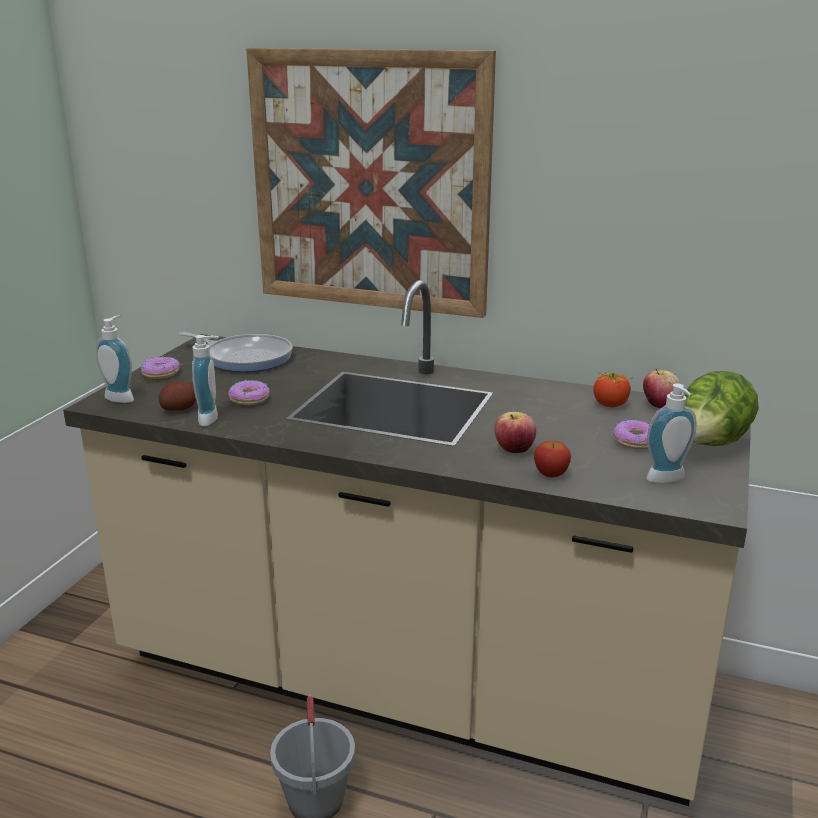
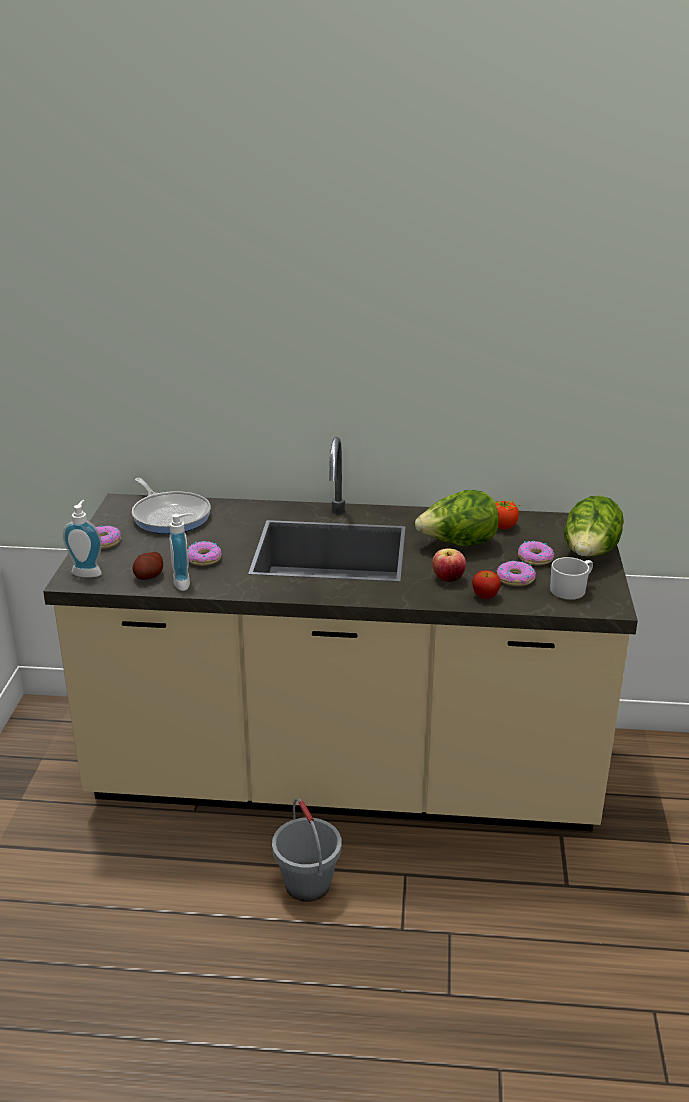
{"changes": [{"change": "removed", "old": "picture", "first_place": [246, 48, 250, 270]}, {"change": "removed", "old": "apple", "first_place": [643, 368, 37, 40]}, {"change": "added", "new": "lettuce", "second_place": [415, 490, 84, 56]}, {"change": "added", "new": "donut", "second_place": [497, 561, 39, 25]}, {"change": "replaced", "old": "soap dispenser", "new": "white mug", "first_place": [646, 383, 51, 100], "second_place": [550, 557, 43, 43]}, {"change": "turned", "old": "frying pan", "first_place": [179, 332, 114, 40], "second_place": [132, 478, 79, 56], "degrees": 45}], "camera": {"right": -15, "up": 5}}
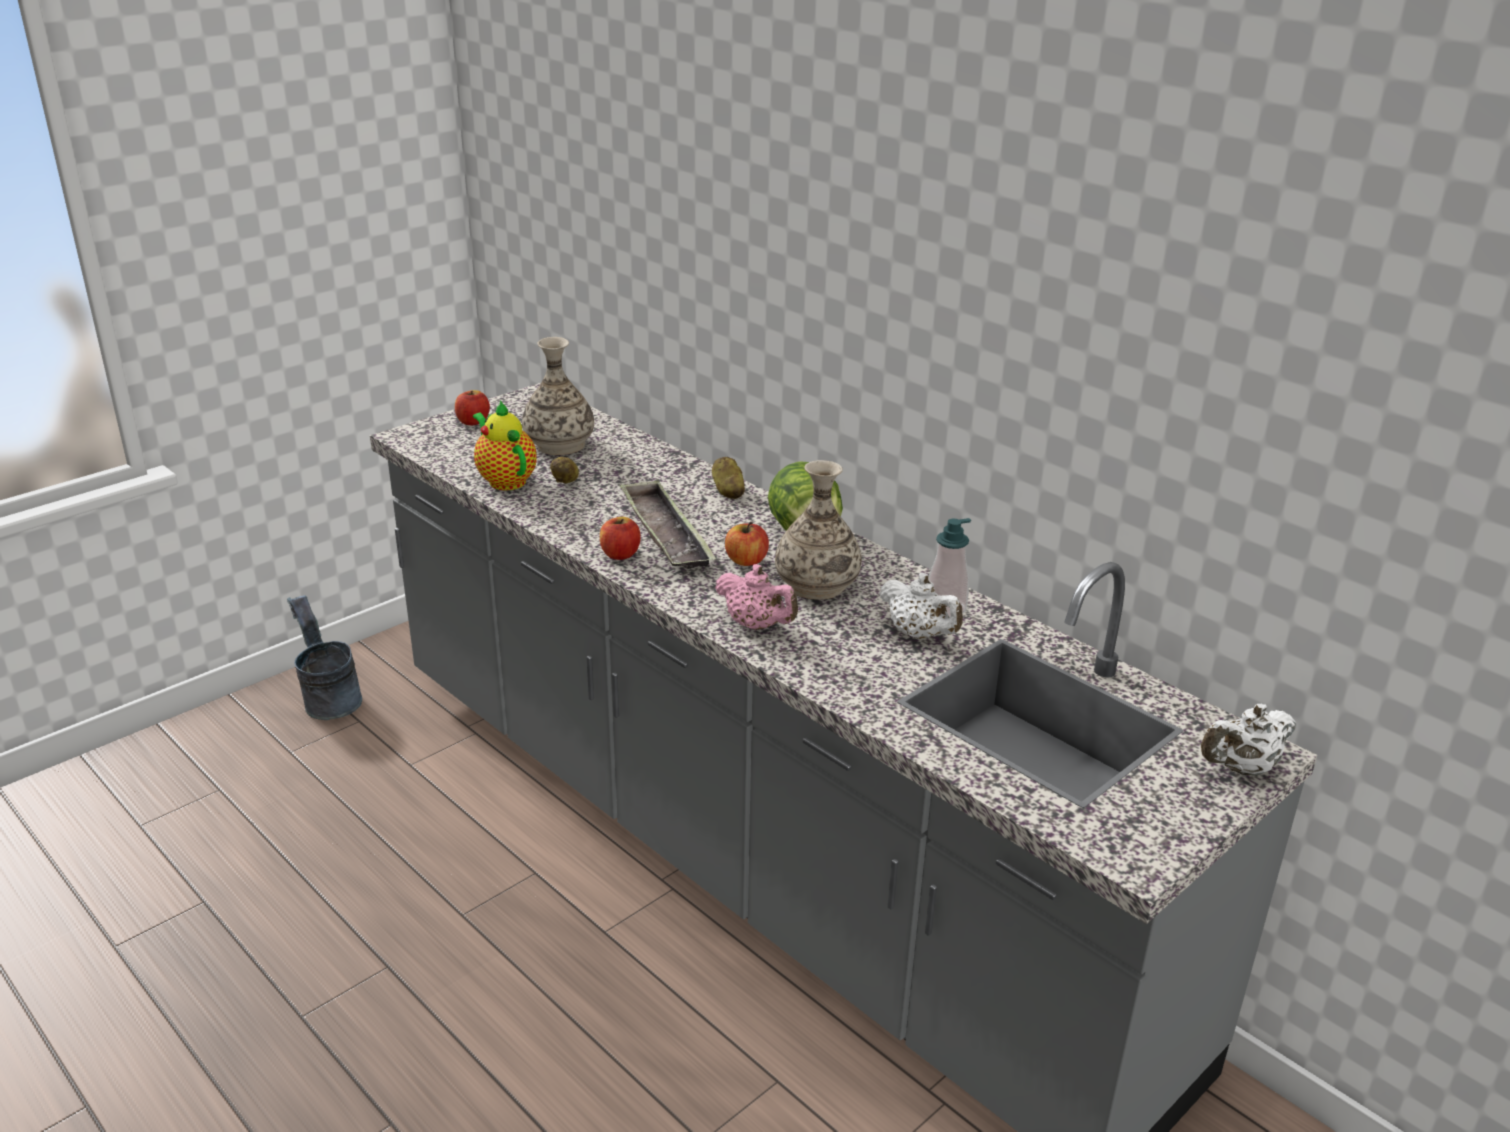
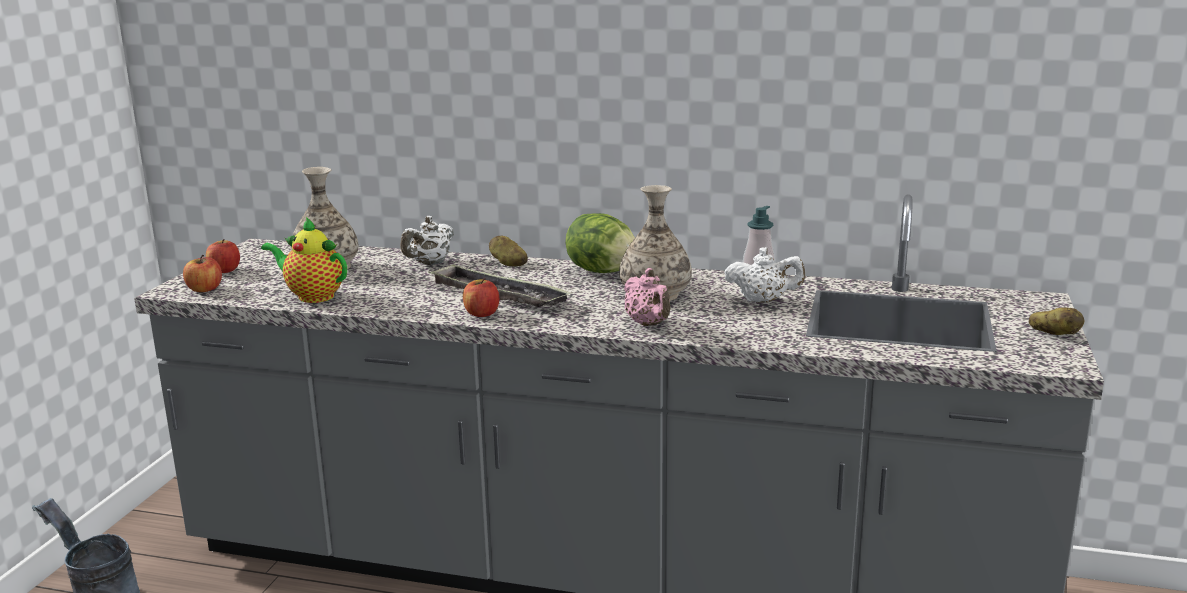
{"changes": [{"change": "moved", "old": "potato", "first_place": [550, 457, 29, 26], "second_place": [1029, 307, 55, 28]}, {"change": "moved", "old": "apple", "first_place": [725, 522, 44, 44], "second_place": [183, 255, 39, 37]}, {"change": "moved", "old": "white teapot", "first_place": [1201, 704, 95, 72], "second_place": [400, 216, 54, 49]}, {"change": "turned", "old": "pink teapot", "first_place": [715, 564, 83, 66], "second_place": [624, 268, 47, 58], "degrees": 60}], "camera": {"right": -30, "up": -10}}
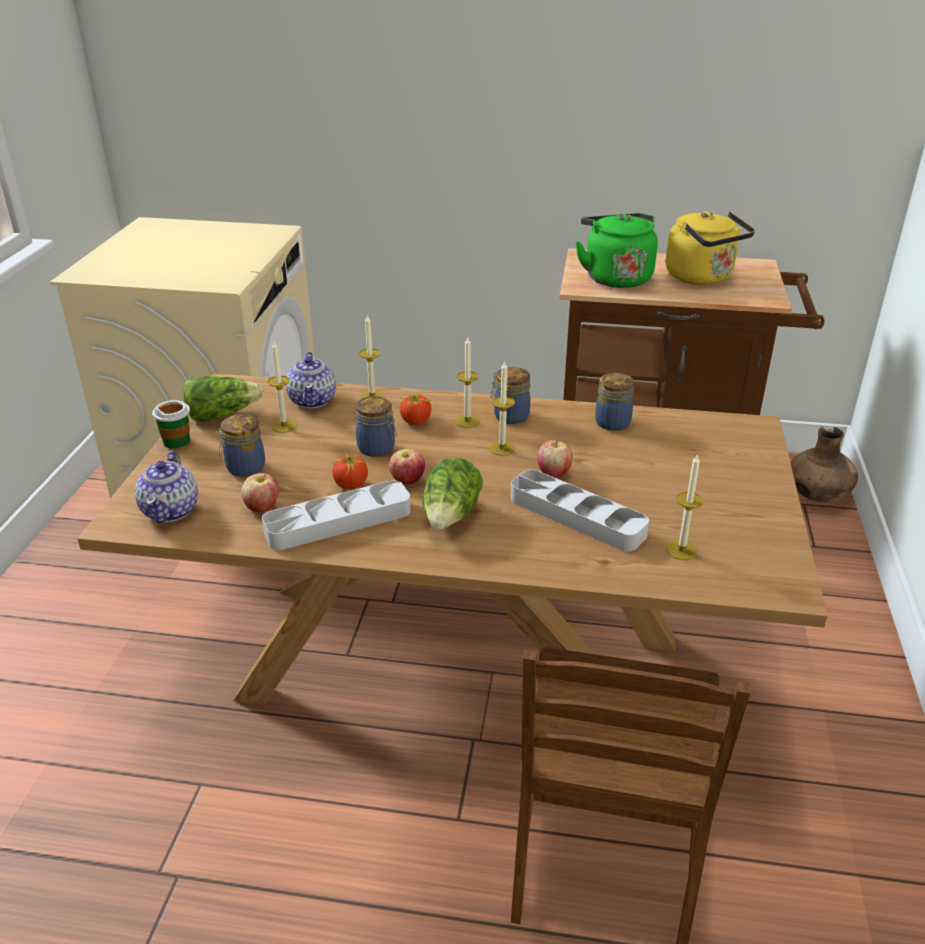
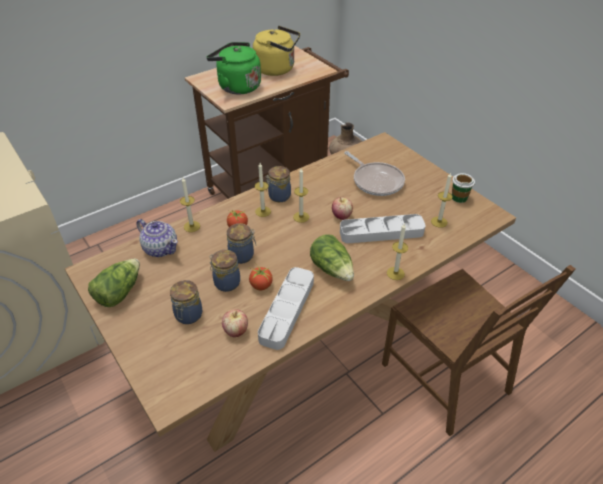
{"changes": [{"change": "removed", "old": "teapot", "first_place": [135, 451, 63, 72]}, {"change": "removed", "old": "apple", "first_place": [389, 449, 36, 35]}, {"change": "added", "new": "frying pan", "second_place": [344, 151, 61, 45]}, {"change": "moved", "old": "cup", "first_place": [152, 400, 38, 49], "second_place": [452, 173, 23, 30]}, {"change": "moved", "old": "candle", "first_place": [268, 342, 29, 91], "second_place": [387, 224, 21, 56]}, {"change": "moved", "old": "jar", "first_place": [595, 373, 39, 58], "second_place": [210, 250, 30, 42]}], "camera": {"right": -45, "up": 10}}
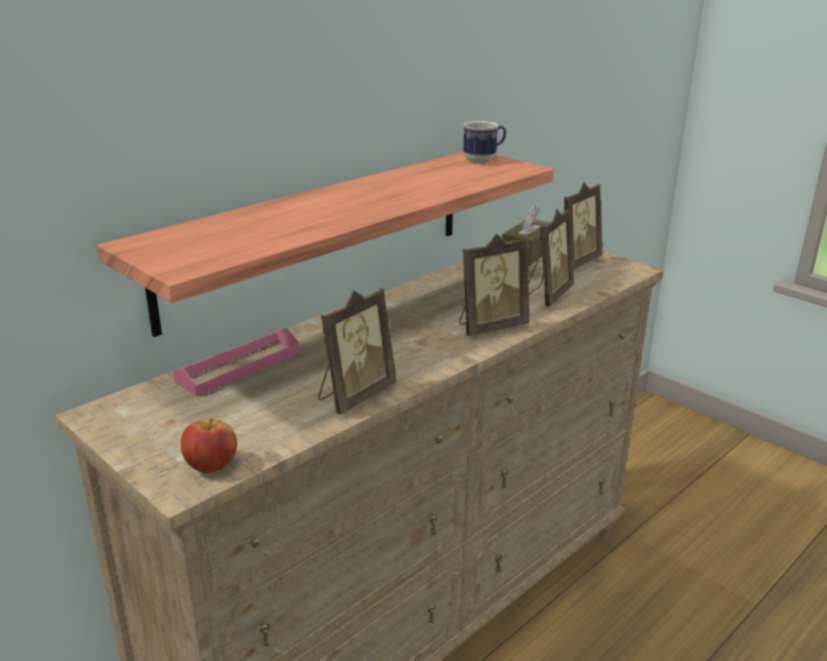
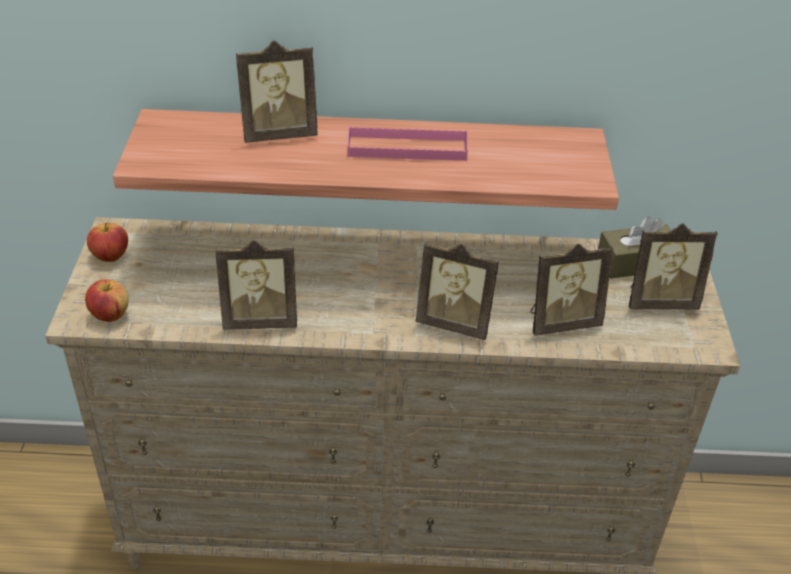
{"changes": [{"change": "removed", "old": "mug", "first_place": [463, 121, 43, 43]}, {"change": "added", "new": "apple", "second_place": [87, 222, 41, 40]}, {"change": "added", "new": "picture frame", "second_place": [236, 40, 82, 103]}, {"change": "moved", "old": "pink tray", "first_place": [173, 328, 127, 69], "second_place": [347, 126, 121, 35]}], "camera": {"right": 45, "up": 15}}
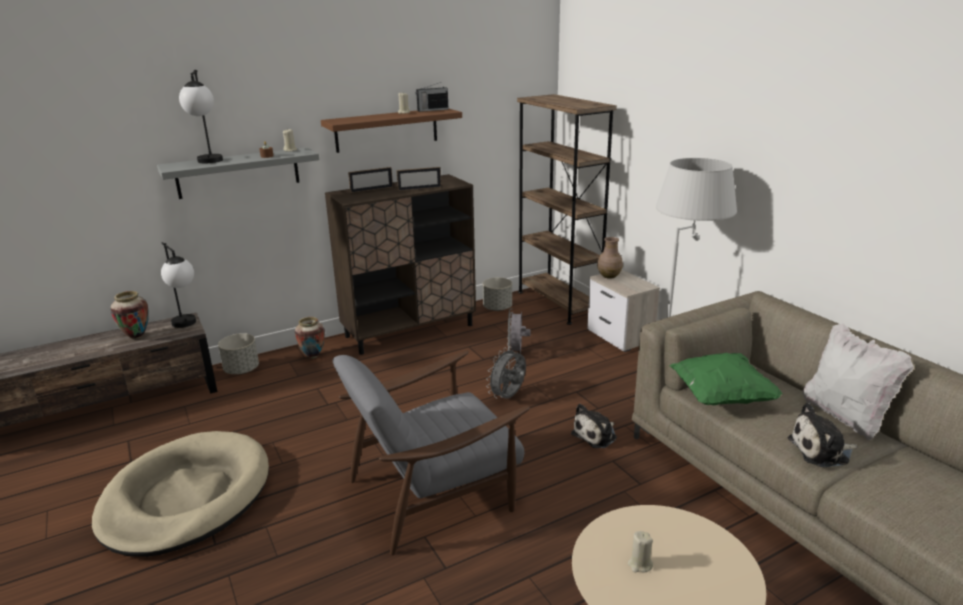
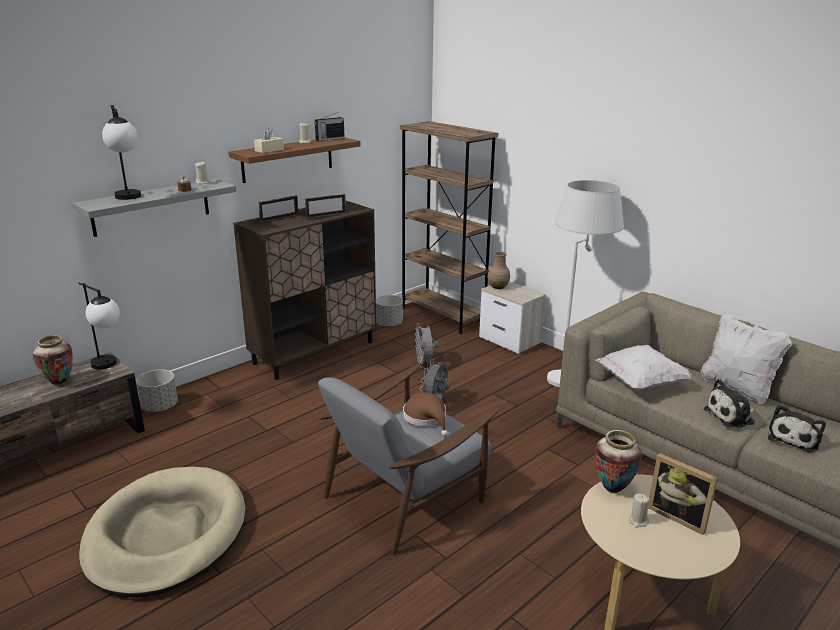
{"changes": [{"change": "added", "new": "beige tissue box", "second_place": [254, 128, 30, 25]}, {"change": "added", "new": "brown hat", "second_place": [403, 393, 45, 44]}, {"change": "added", "new": "picture frame", "second_place": [648, 453, 70, 82]}, {"change": "moved", "old": "vase", "first_place": [295, 317, 30, 42], "second_place": [595, 430, 47, 63]}, {"change": "moved", "old": "plush toy", "first_place": [571, 404, 46, 44], "second_place": [768, 405, 58, 48]}, {"change": "recoloured", "old": "green pillow", "new": "white pillow", "first_place": [670, 353, 112, 52], "second_place": [596, 345, 96, 45]}], "camera": {"right": -15, "up": 0}}
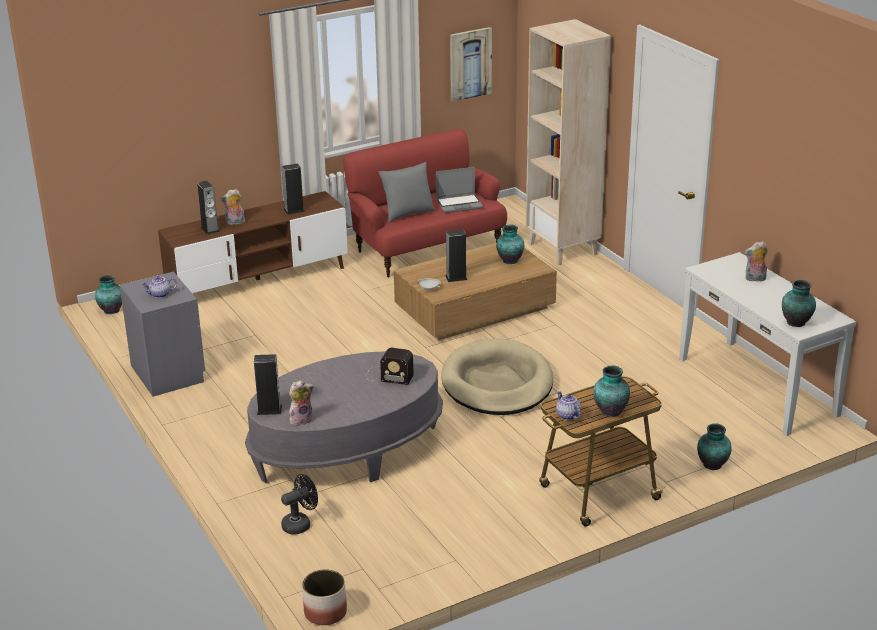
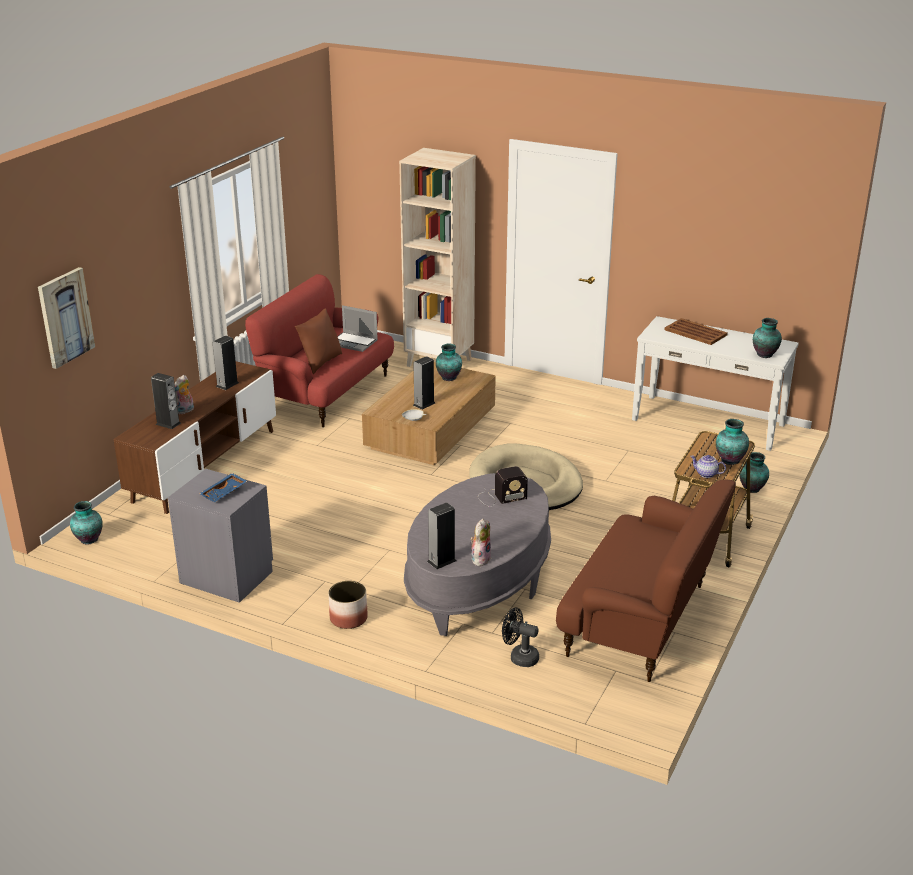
{"changes": [{"change": "added", "new": "brown sofa", "second_place": [556, 480, 180, 202]}, {"change": "moved", "old": "planter", "first_place": [302, 569, 45, 56], "second_place": [328, 581, 40, 48]}, {"change": "moved", "old": "picture", "first_place": [450, 27, 42, 75], "second_place": [38, 267, 57, 102]}, {"change": "replaced", "old": "teapot", "new": "blue tray", "first_place": [141, 276, 36, 22], "second_place": [200, 473, 47, 29]}, {"change": "replaced", "old": "plush toy", "new": "brown tray", "first_place": [745, 241, 23, 41], "second_place": [665, 318, 63, 27]}, {"change": "recoloured", "old": "grey pillow", "new": "brown pillow", "first_place": [379, 162, 56, 61], "second_place": [295, 308, 47, 66]}, {"change": "turned", "old": "black fan", "first_place": [281, 474, 37, 60], "second_place": [502, 608, 37, 59], "degrees": -90}, {"change": "turned", "old": "laptop", "first_place": [436, 167, 47, 46], "second_place": [337, 305, 41, 47], "degrees": 75}], "camera": {"right": -35, "up": 0}}
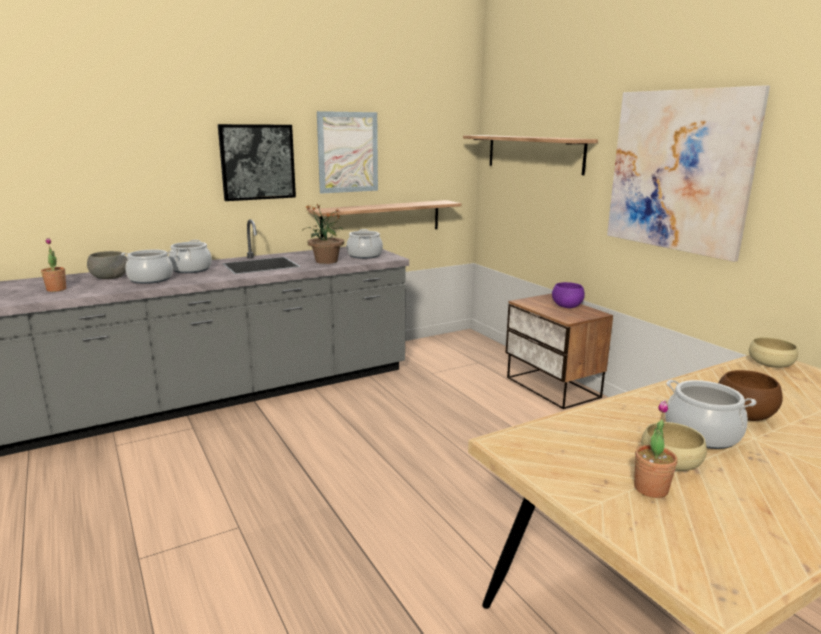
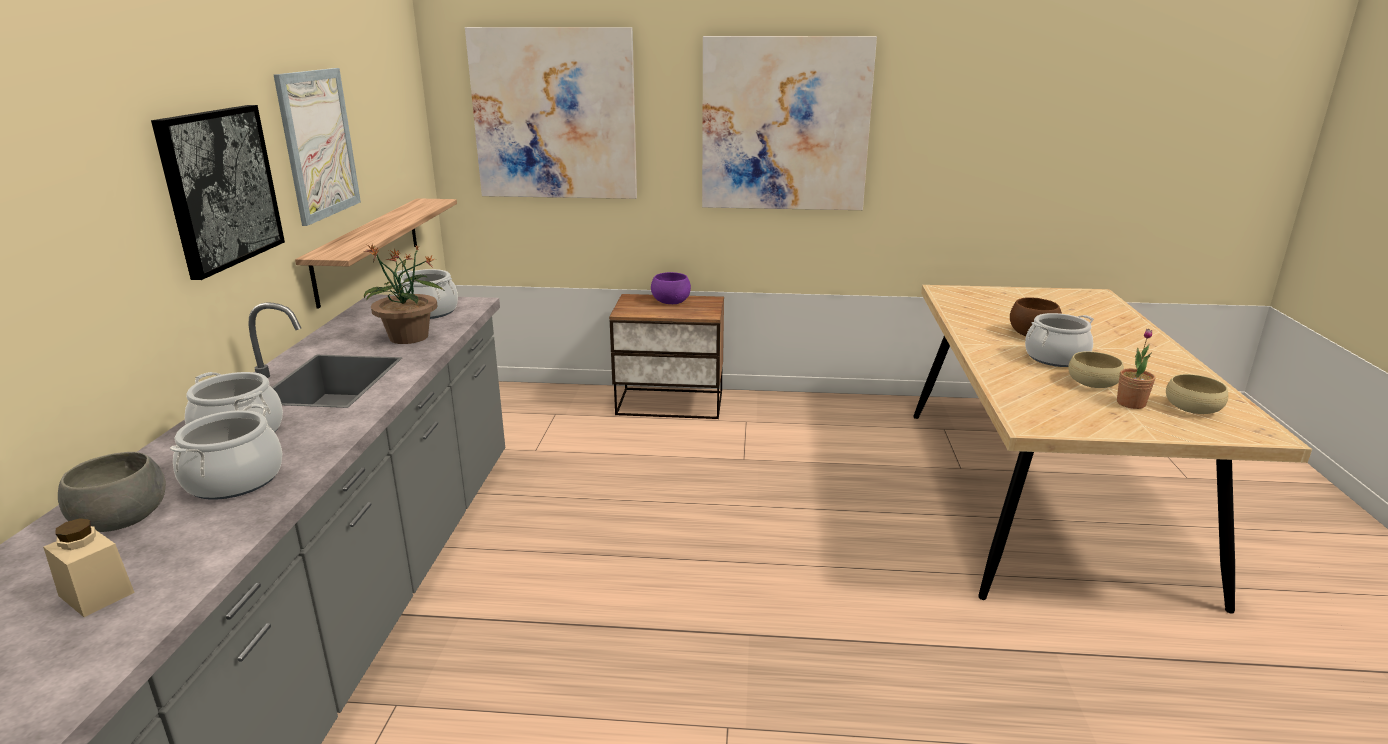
{"changes": [{"change": "moved", "old": "beige bowl", "first_place": [749, 337, 49, 31], "second_place": [1166, 374, 62, 40]}, {"change": "replaced", "old": "potted plant", "new": "beige jar", "first_place": [41, 238, 25, 54], "second_place": [43, 518, 92, 99]}, {"change": "replaced", "old": "shelf", "new": "picture", "first_place": [463, 135, 135, 40], "second_place": [465, 27, 172, 172]}], "camera": {"right": -55, "up": 5}}
